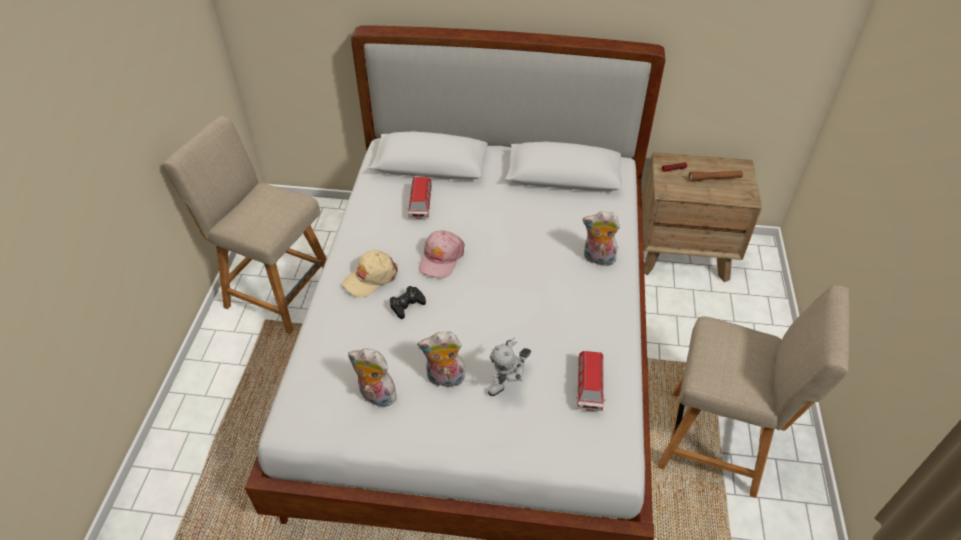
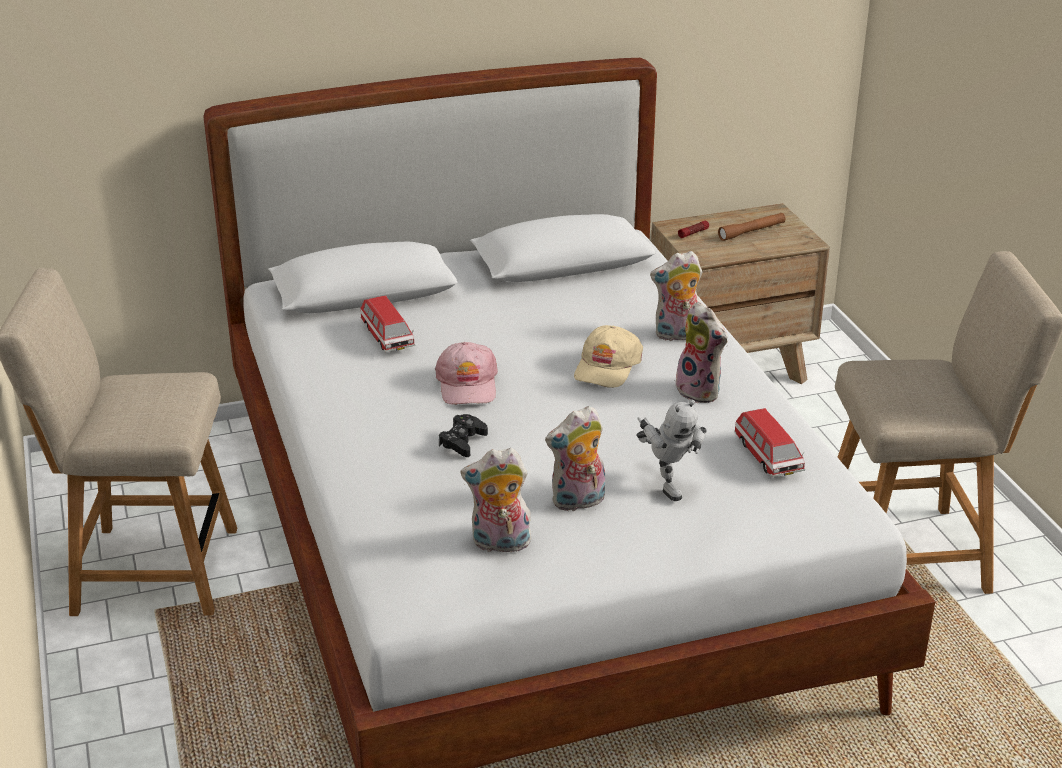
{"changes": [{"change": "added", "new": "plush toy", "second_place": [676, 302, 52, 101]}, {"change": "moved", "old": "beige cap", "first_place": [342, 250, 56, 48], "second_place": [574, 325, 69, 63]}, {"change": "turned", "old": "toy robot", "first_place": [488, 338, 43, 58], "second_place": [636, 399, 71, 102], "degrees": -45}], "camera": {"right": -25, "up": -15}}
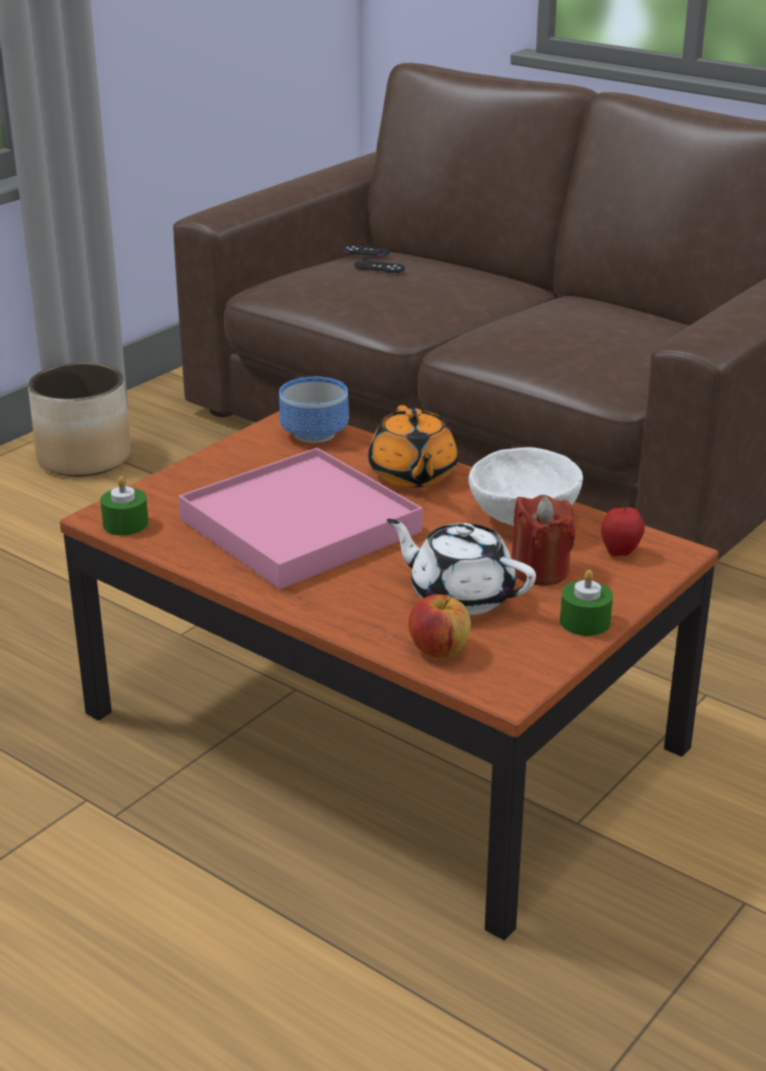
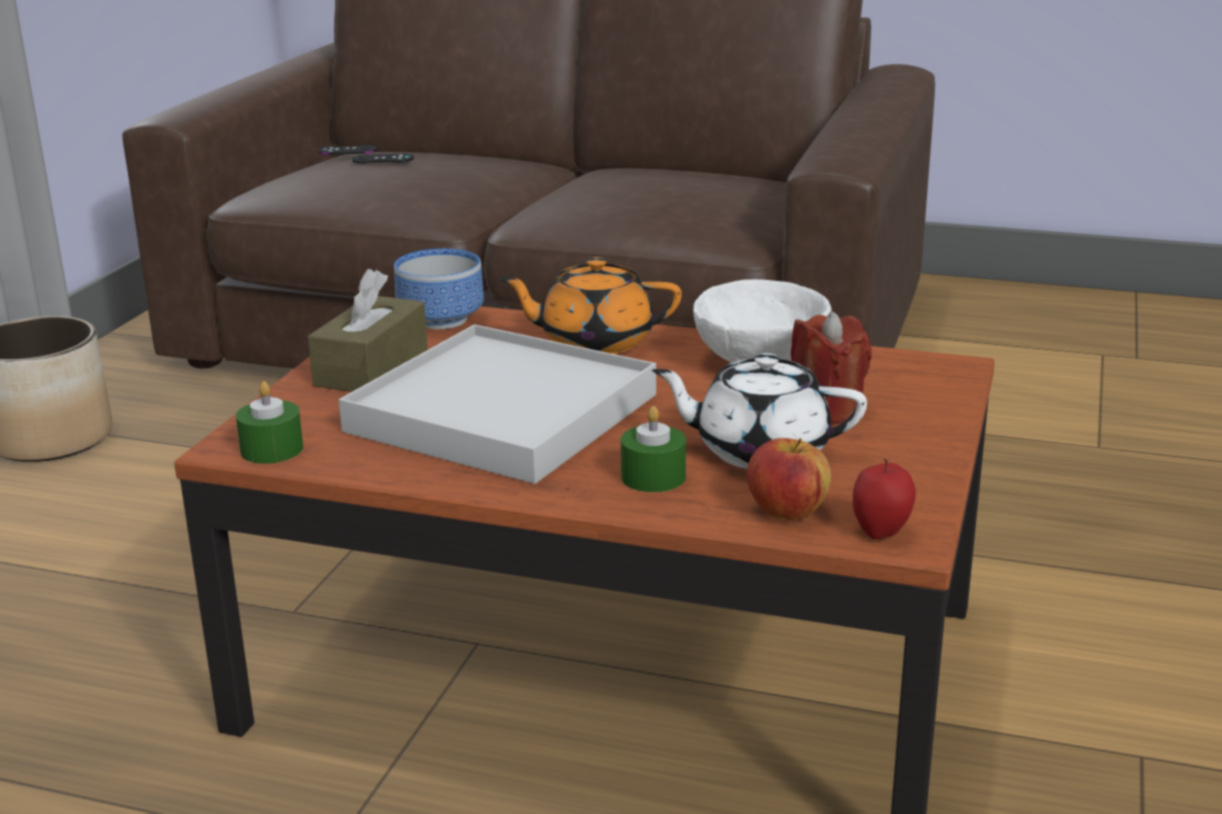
{"changes": [{"change": "added", "new": "brown tissue box", "second_place": [308, 269, 120, 123]}, {"change": "moved", "old": "green candle", "first_place": [560, 570, 53, 66], "second_place": [621, 406, 65, 86]}, {"change": "moved", "old": "apple", "first_place": [601, 504, 44, 52], "second_place": [853, 459, 63, 80]}, {"change": "recoloured", "old": "pink tray", "new": "white tray", "first_place": [178, 448, 245, 141], "second_place": [339, 324, 317, 160]}, {"change": "turned", "old": "orange teapot", "first_place": [368, 405, 90, 82], "second_place": [500, 257, 182, 97], "degrees": 120}], "camera": {"right": -20, "up": -5}}
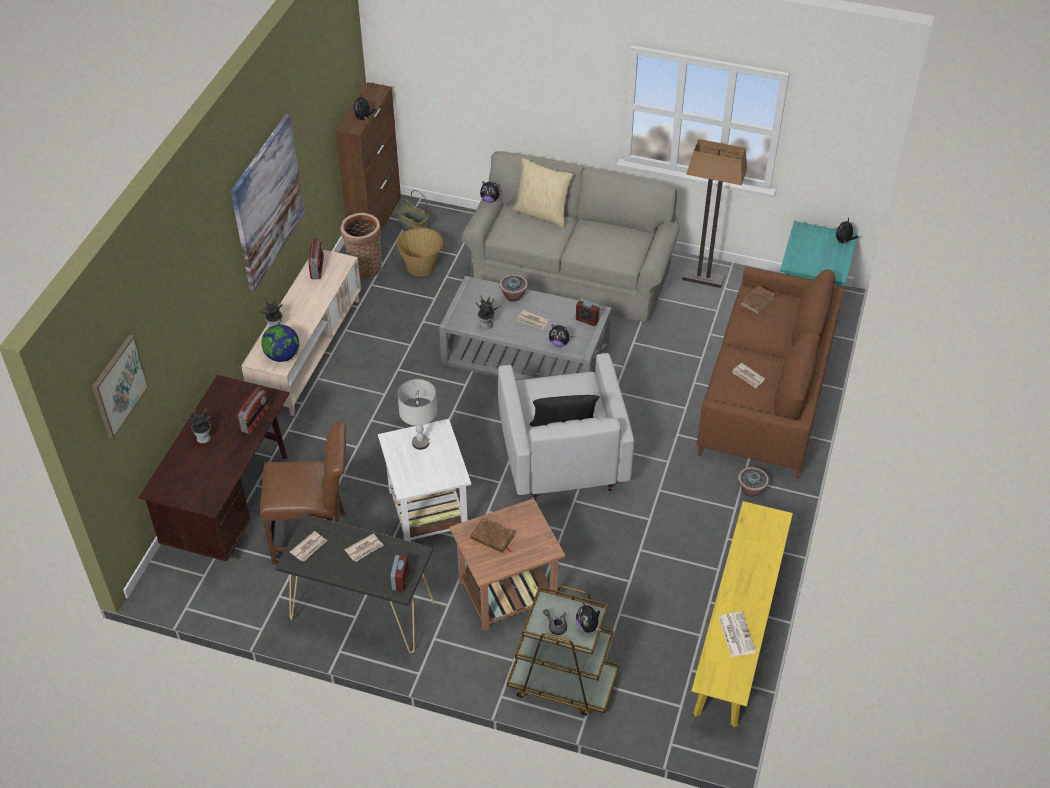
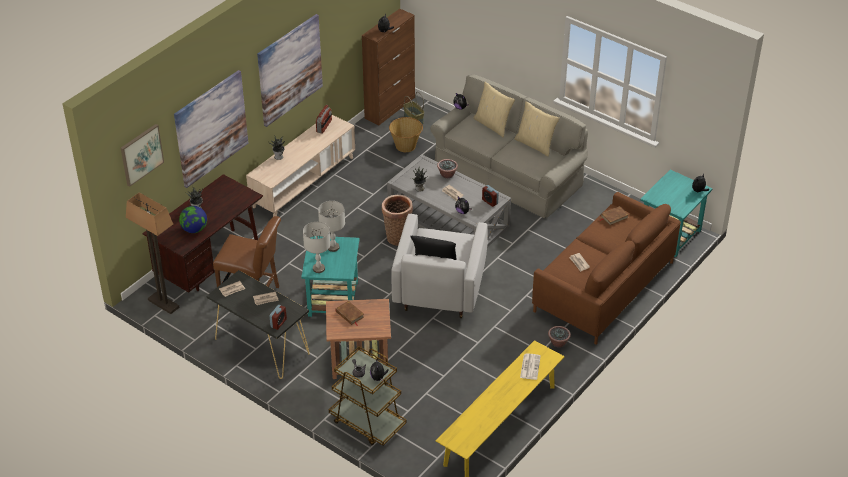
{"changes": [{"change": "removed", "old": "radio", "first_place": [237, 387, 32, 47]}, {"change": "added", "new": "picture", "second_place": [174, 70, 74, 118]}, {"change": "added", "new": "grey table lamp", "second_place": [303, 222, 28, 51]}, {"change": "added", "new": "beige pillow", "second_place": [515, 101, 45, 56]}, {"change": "moved", "old": "globe", "first_place": [261, 325, 38, 37], "second_place": [179, 206, 28, 27]}, {"change": "moved", "old": "basket", "first_place": [341, 213, 41, 65], "second_place": [382, 195, 31, 51]}, {"change": "moved", "old": "floor lamp", "first_place": [682, 139, 65, 149], "second_place": [126, 192, 54, 122]}, {"change": "moved", "old": "newspaper", "first_place": [718, 612, 38, 45], "second_place": [520, 353, 21, 27]}, {"change": "recoloured", "old": "white side table", "new": "turquoise side table", "first_place": [378, 419, 93, 123], "second_place": [301, 236, 58, 81]}], "camera": {"right": 20, "up": -5}}
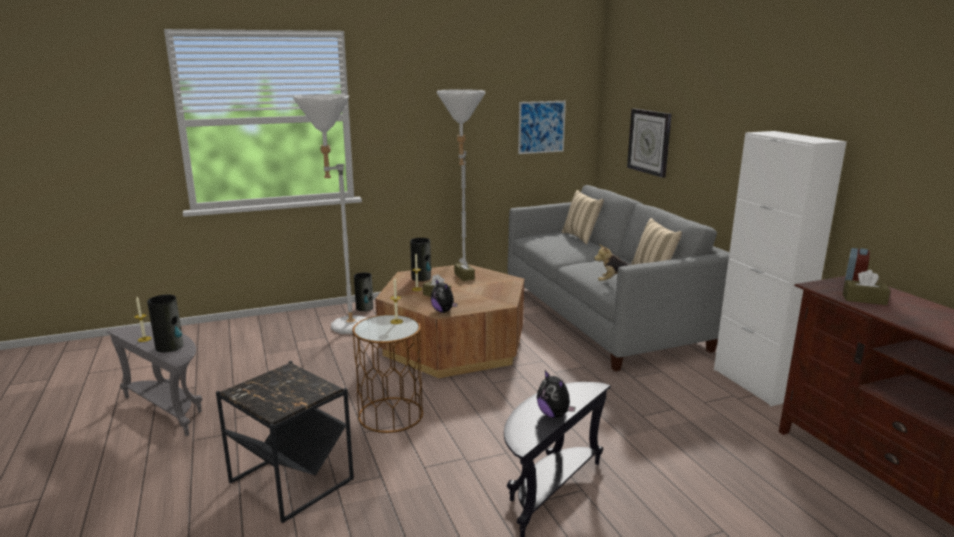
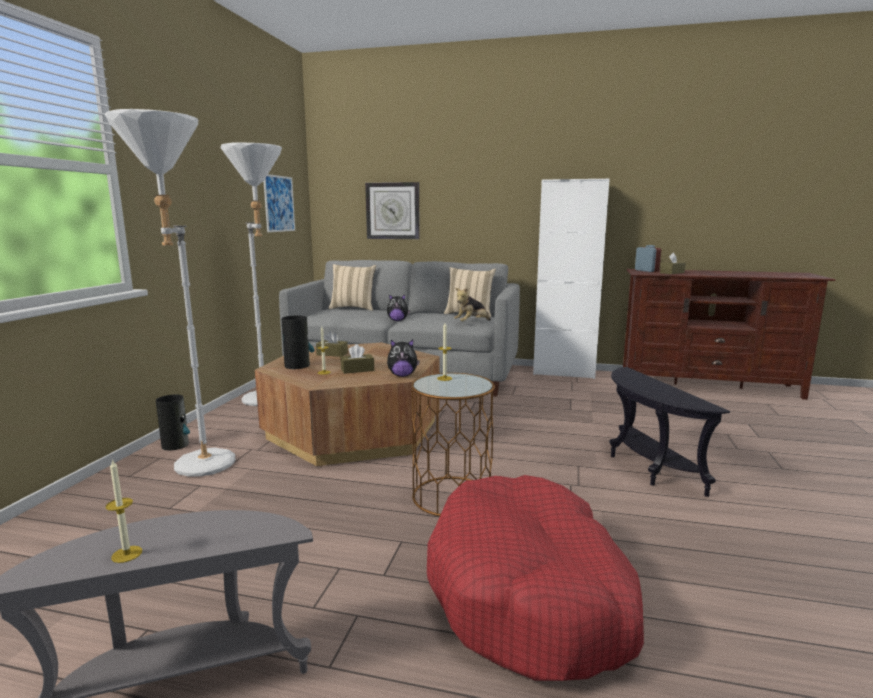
{"changes": [{"change": "removed", "old": "vase", "first_place": [147, 295, 37, 57]}, {"change": "moved", "old": "plush toy", "first_place": [537, 370, 39, 48], "second_place": [387, 294, 23, 27]}, {"change": "replaced", "old": "black side table", "new": "red dog bed", "first_place": [216, 361, 138, 162], "second_place": [427, 475, 217, 206]}], "camera": {"right": -55, "up": -5}}
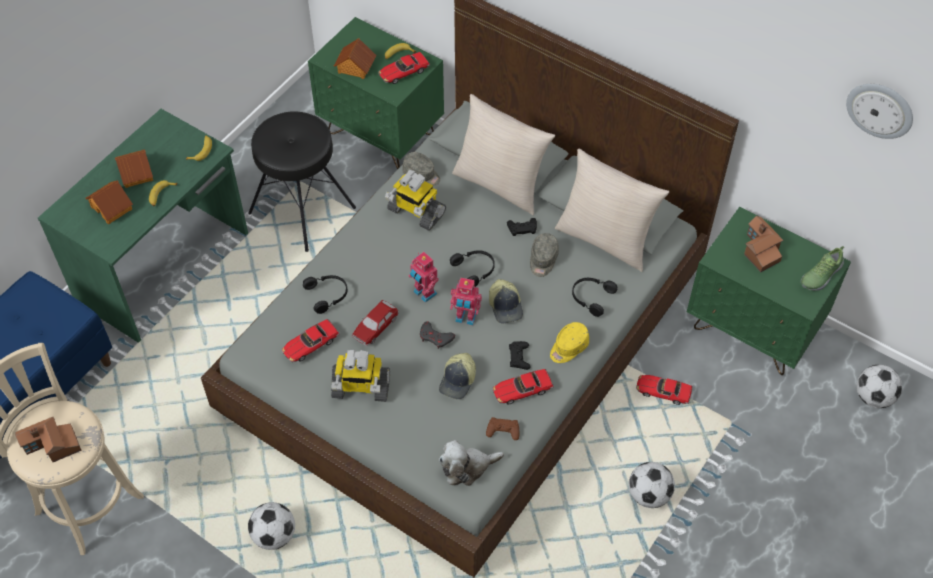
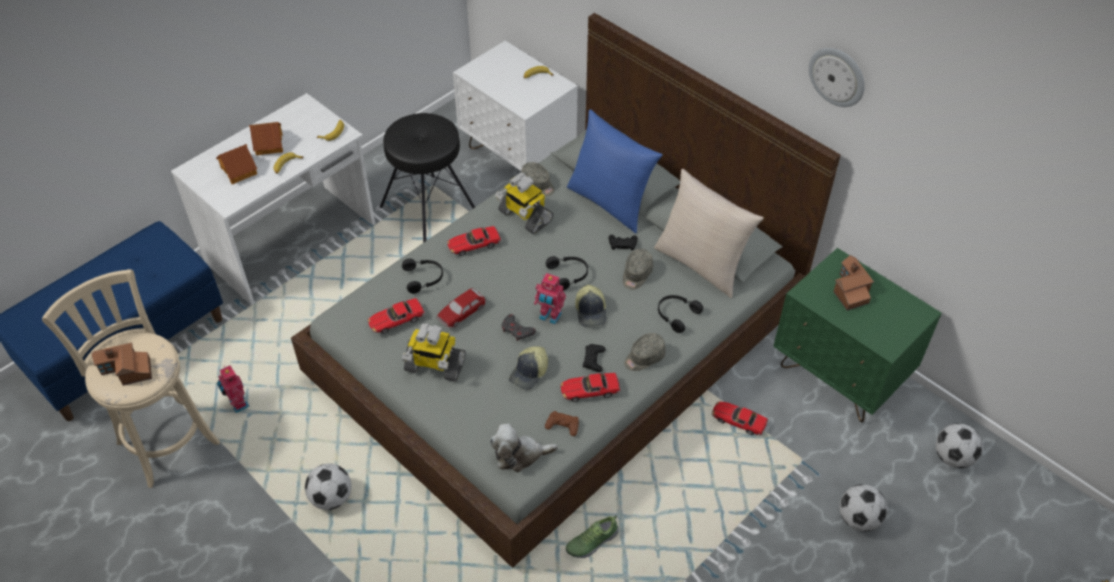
{"changes": [{"change": "removed", "old": "toy house", "first_place": [334, 38, 42, 41]}, {"change": "moved", "old": "toy car", "first_place": [378, 52, 52, 32], "second_place": [447, 226, 54, 30]}, {"change": "moved", "old": "toy robot", "first_place": [409, 252, 30, 51], "second_place": [217, 365, 32, 48]}, {"change": "moved", "old": "football", "first_place": [629, 462, 46, 46], "second_place": [839, 484, 48, 48]}, {"change": "moved", "old": "shoe", "first_place": [801, 246, 43, 45], "second_place": [566, 516, 53, 42]}, {"change": "moved", "old": "wall clock", "first_place": [846, 84, 67, 55], "second_place": [809, 48, 56, 59]}, {"change": "recoloured", "old": "green desk", "new": "white desk", "first_place": [38, 109, 210, 234], "second_place": [171, 93, 204, 212]}, {"change": "recoloured", "old": "green nightstand", "new": "white nightstand", "first_place": [308, 17, 136, 152], "second_place": [453, 41, 125, 130]}, {"change": "recoloured", "old": "beige pillow", "new": "blue pillow", "first_place": [452, 94, 103, 121], "second_place": [567, 109, 96, 125]}, {"change": "recoloured", "old": "yellow cap", "new": "grey cap", "first_place": [550, 322, 39, 41], "second_place": [624, 333, 42, 38]}], "camera": {"right": 10, "up": -5}}
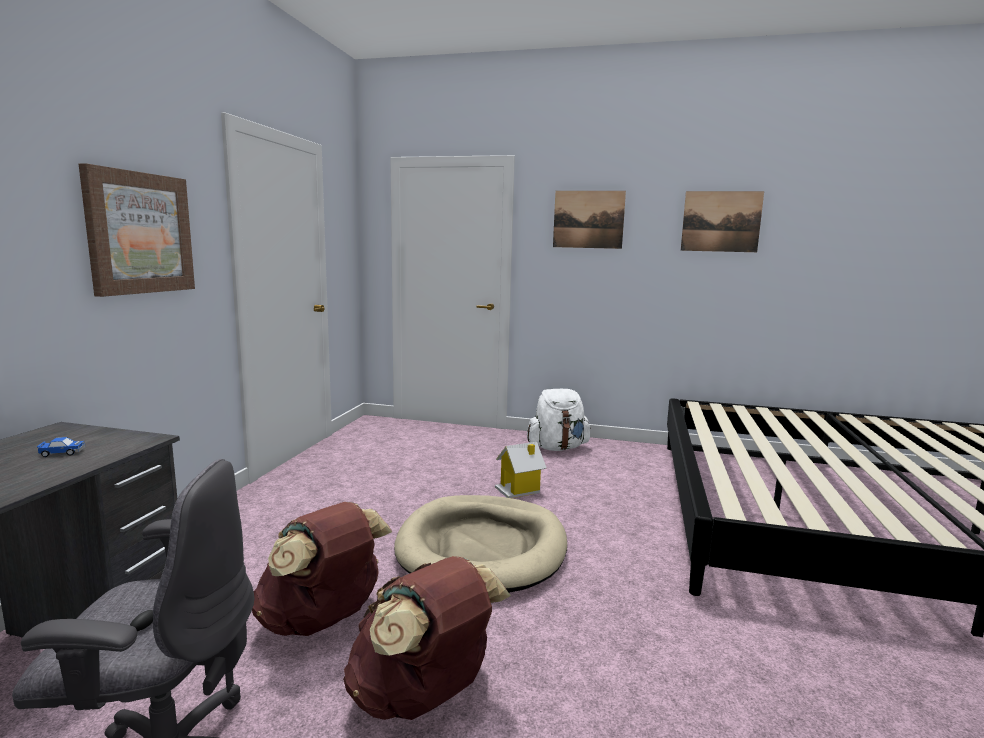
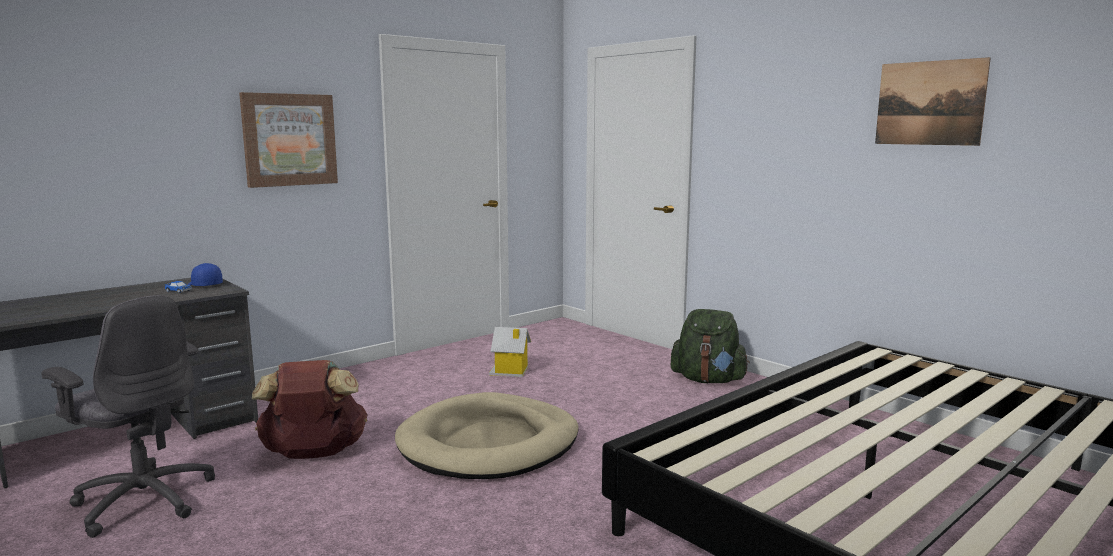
{"changes": [{"change": "removed", "old": "brown backpack", "first_place": [343, 556, 168, 164]}, {"change": "removed", "old": "picture", "first_place": [553, 191, 73, 58]}, {"change": "added", "new": "blue cap", "second_place": [188, 263, 35, 23]}, {"change": "moved", "old": "toy house", "first_place": [495, 442, 51, 56], "second_place": [489, 327, 42, 50]}, {"change": "recoloured", "old": "white backpack", "new": "green backpack", "first_place": [527, 389, 64, 62], "second_place": [671, 309, 79, 74]}], "camera": {"right": 35, "up": 0}}
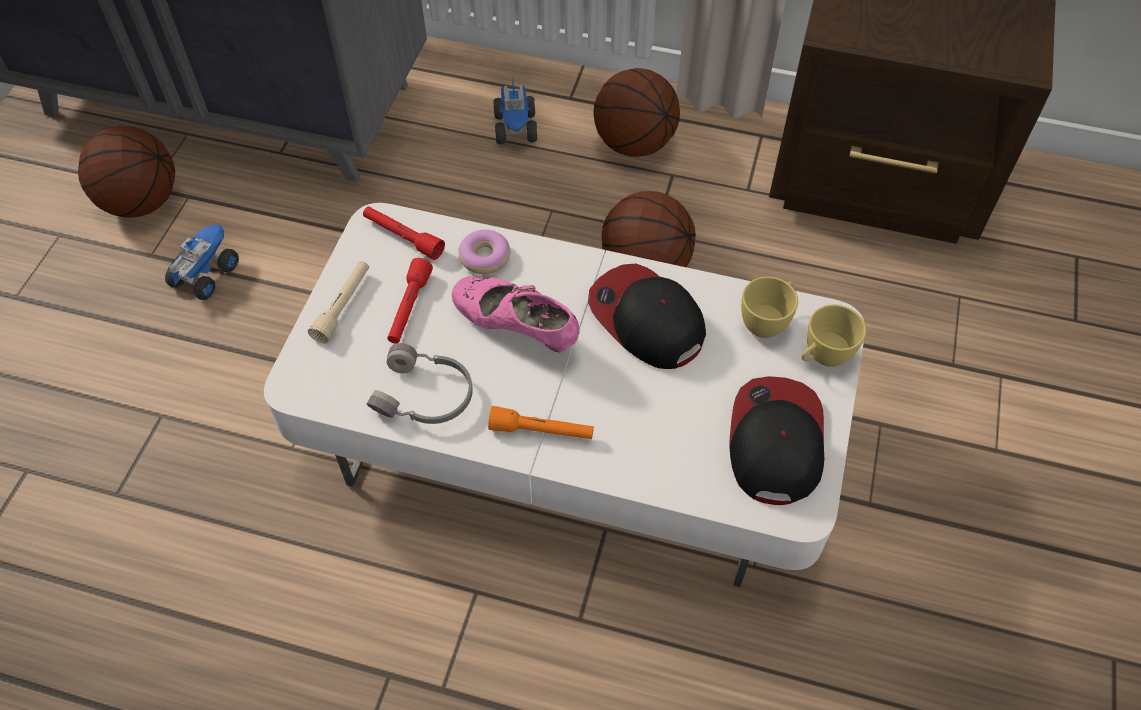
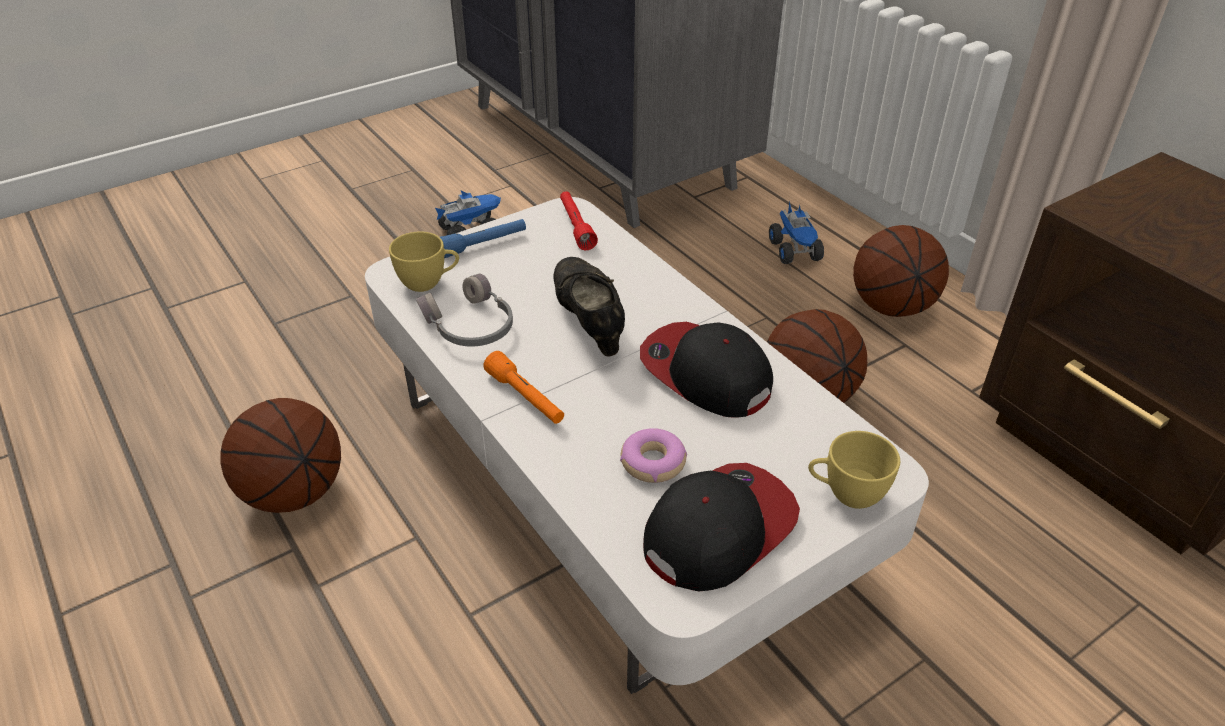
{"changes": [{"change": "removed", "old": "red flashlight", "first_place": [387, 258, 46, 85]}, {"change": "moved", "old": "basketball", "first_place": [78, 126, 97, 92], "second_place": [220, 398, 121, 115]}, {"change": "moved", "old": "donut", "first_place": [458, 230, 52, 44], "second_place": [620, 428, 67, 55]}, {"change": "moved", "old": "yellow cup", "first_place": [741, 277, 57, 61], "second_place": [389, 231, 70, 61]}, {"change": "recoloured", "old": "beige flashlight", "new": "blue flashlight", "first_place": [308, 261, 61, 83], "second_place": [440, 219, 86, 39]}, {"change": "recoloured", "old": "pink shoe", "new": "black shoe", "first_place": [451, 276, 128, 77], "second_place": [553, 257, 72, 100]}, {"change": "turned", "old": "toy truck", "first_place": [493, 77, 44, 68], "second_place": [769, 201, 55, 63], "degrees": -45}, {"change": "turned", "old": "cap", "first_place": [588, 264, 118, 105], "second_place": [640, 322, 133, 96], "degrees": -45}], "camera": {"right": 40, "up": -15}}
